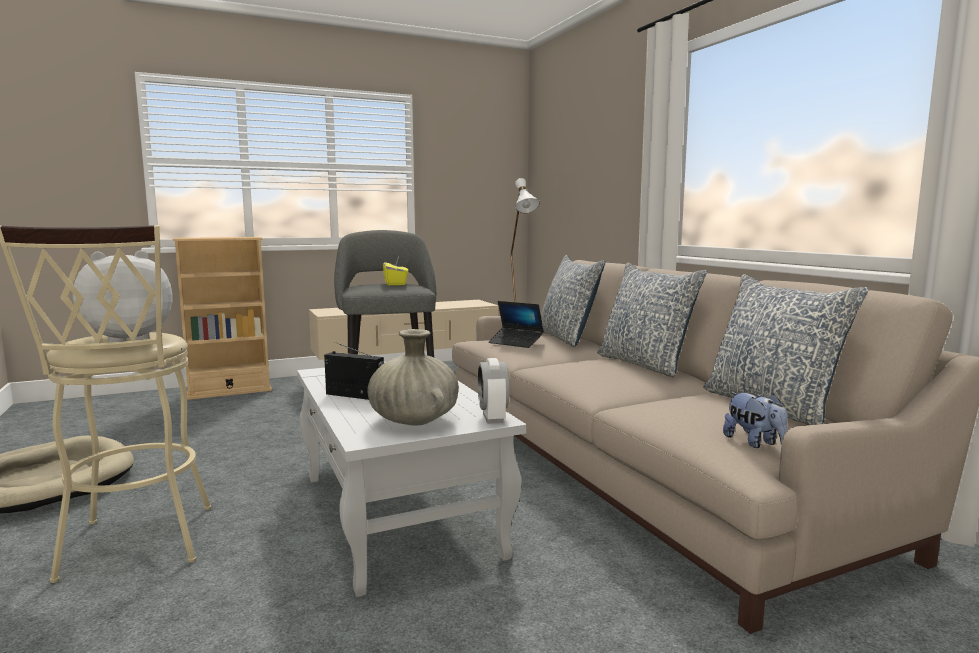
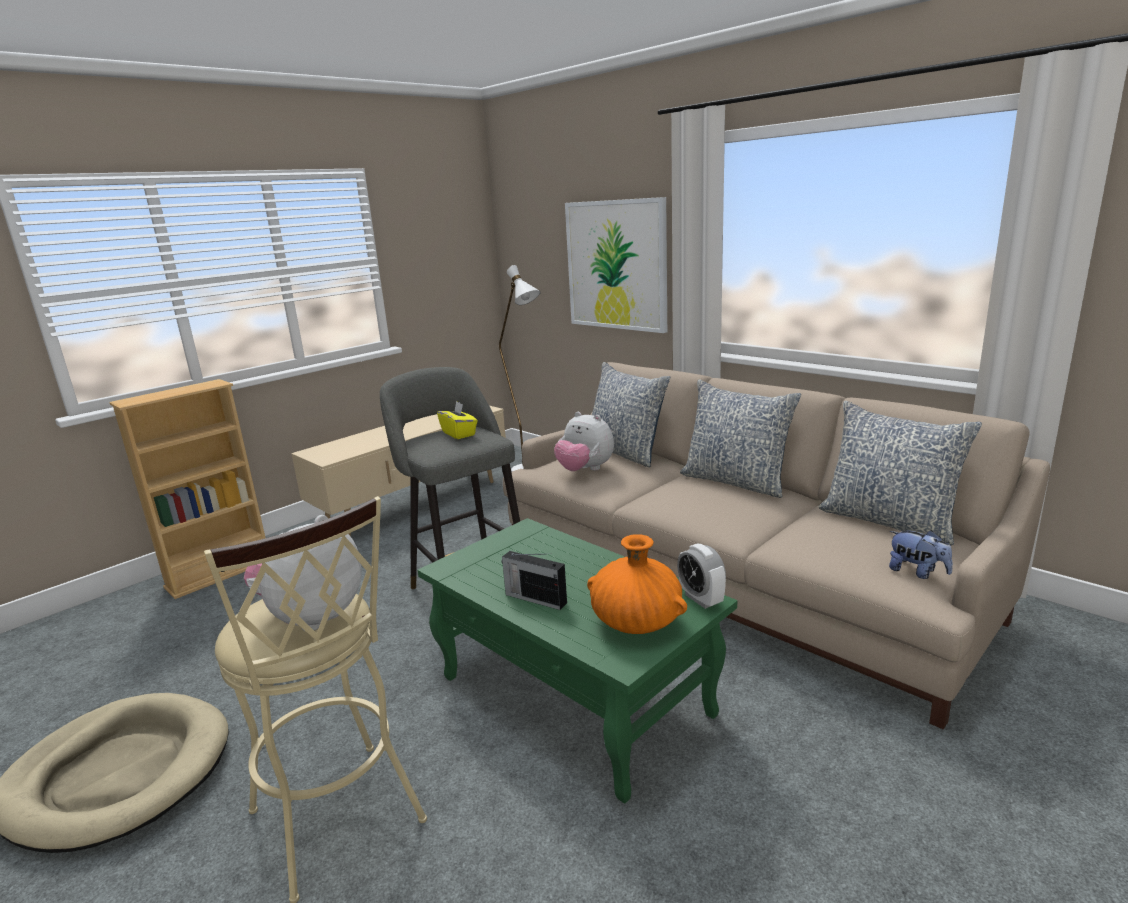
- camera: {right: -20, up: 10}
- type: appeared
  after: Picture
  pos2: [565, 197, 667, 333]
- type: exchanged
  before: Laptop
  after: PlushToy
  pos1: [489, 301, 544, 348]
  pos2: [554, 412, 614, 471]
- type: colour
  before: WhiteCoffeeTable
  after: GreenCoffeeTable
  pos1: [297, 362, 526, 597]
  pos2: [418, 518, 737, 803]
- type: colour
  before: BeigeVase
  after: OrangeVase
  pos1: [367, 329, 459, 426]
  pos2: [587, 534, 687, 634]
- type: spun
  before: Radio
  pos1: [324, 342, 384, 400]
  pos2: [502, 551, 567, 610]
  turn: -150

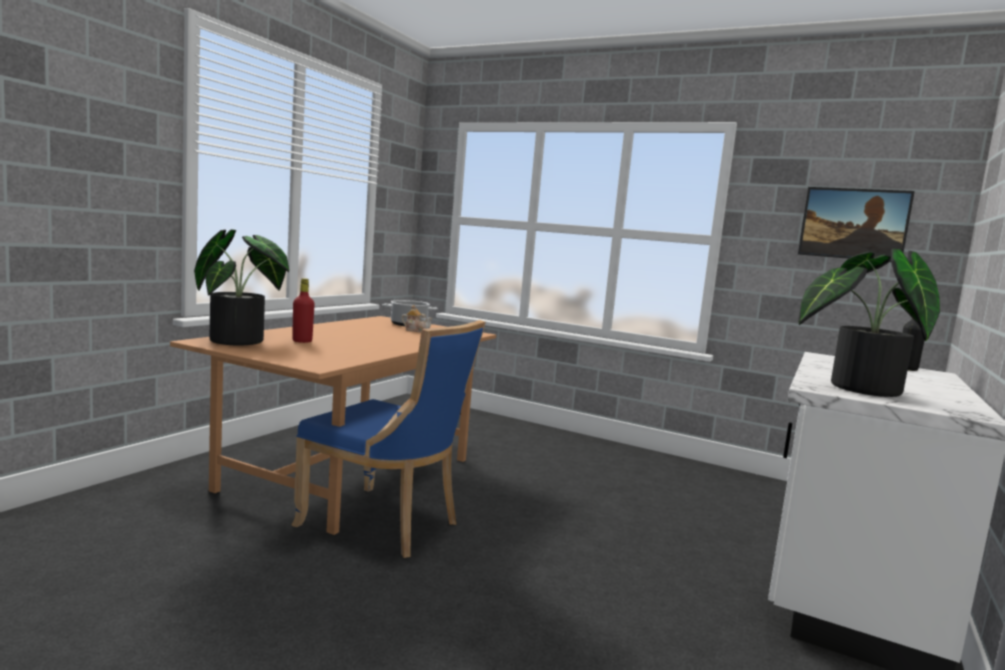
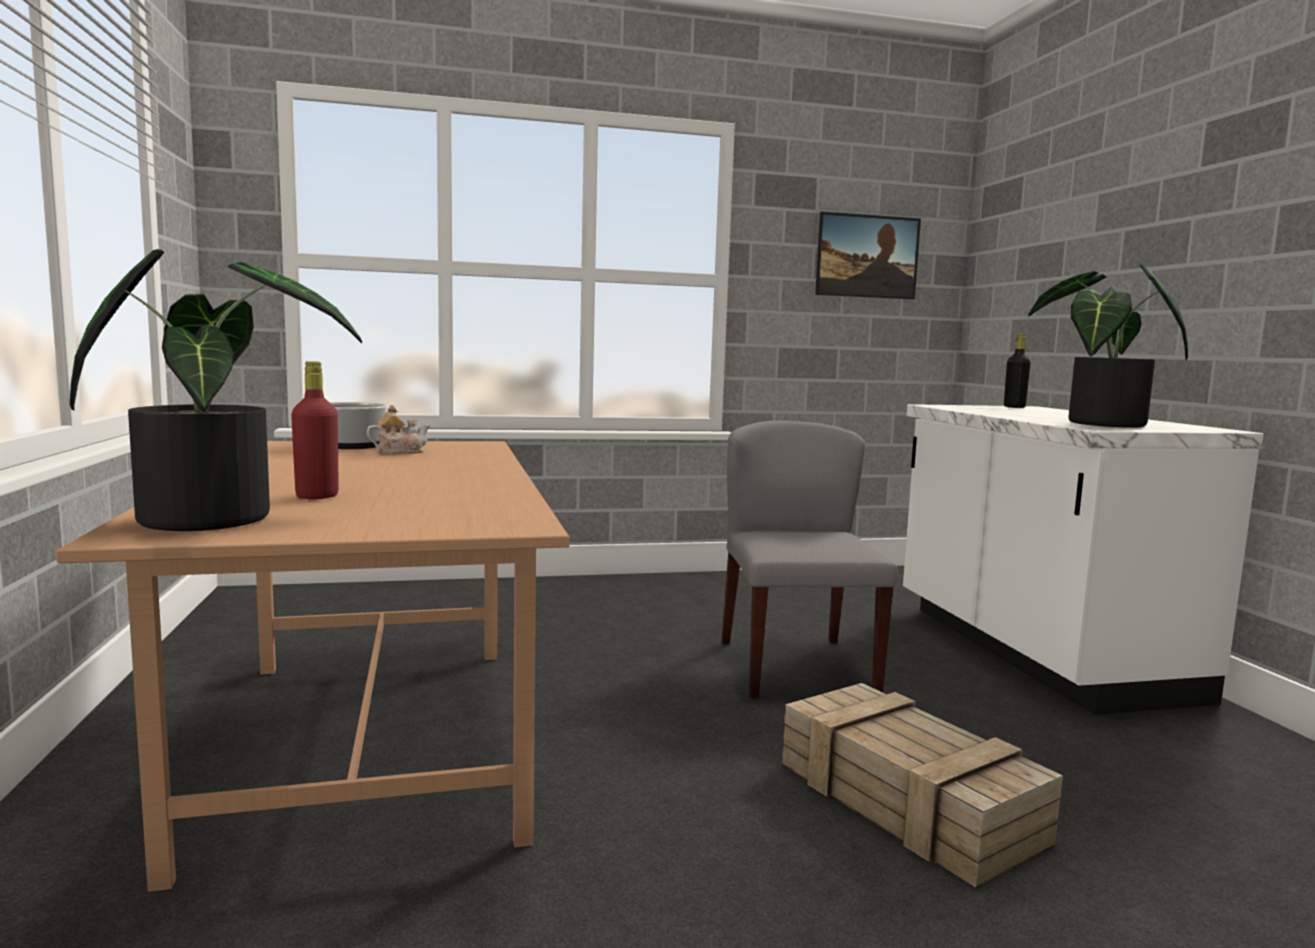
- camera: {right: -40, up: 0}
- type: missing
  before: BlueChair
  pos1: [291, 320, 486, 558]
- type: appeared
  after: GreyChair
  pos2: [721, 421, 897, 698]
- type: appeared
  after: Crate
  pos2: [782, 683, 1063, 888]

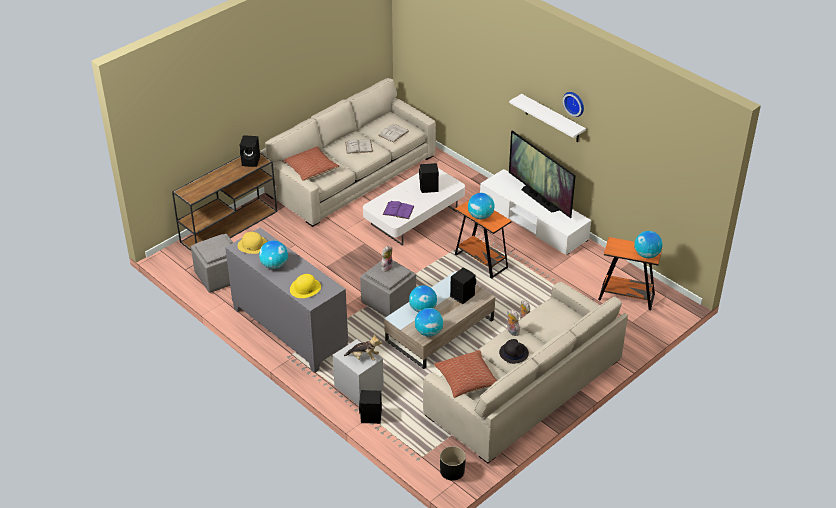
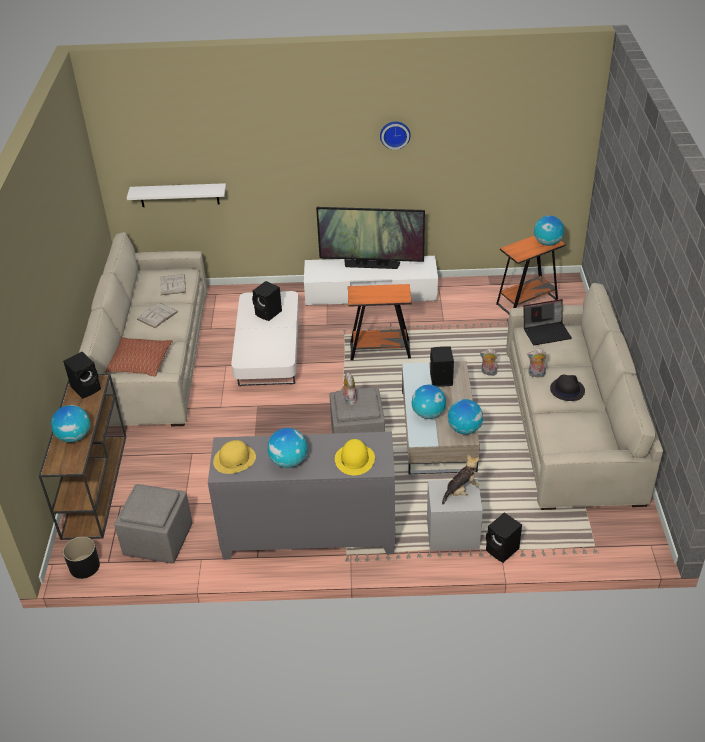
- camera: {right: -45, up: 0}
- type: missing
  before: PurpleBook
  pos1: [383, 201, 414, 219]
- type: missing
  before: Pillow
  pos1: [434, 350, 497, 398]
- type: appeared
  after: Laptop
  pos2: [523, 299, 572, 345]
- type: relocated
  before: BlackPlanter
  pos1: [440, 446, 466, 481]
  pos2: [63, 537, 100, 579]
- type: relocated
  before: Globe
  pos1: [468, 193, 495, 219]
  pos2: [51, 405, 90, 442]
- type: relocated
  before: WhiteShelf
  pos1: [509, 94, 586, 142]
  pos2: [127, 183, 226, 207]

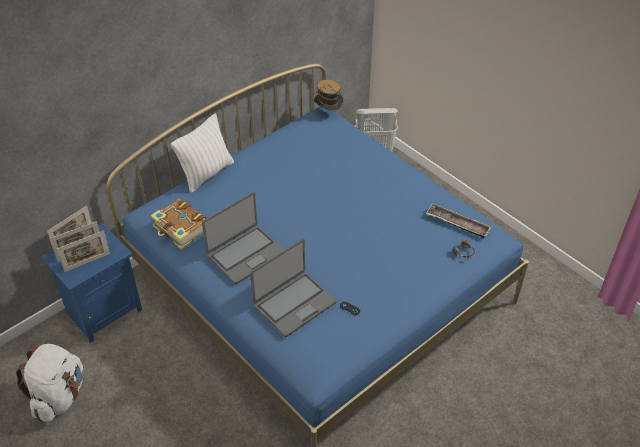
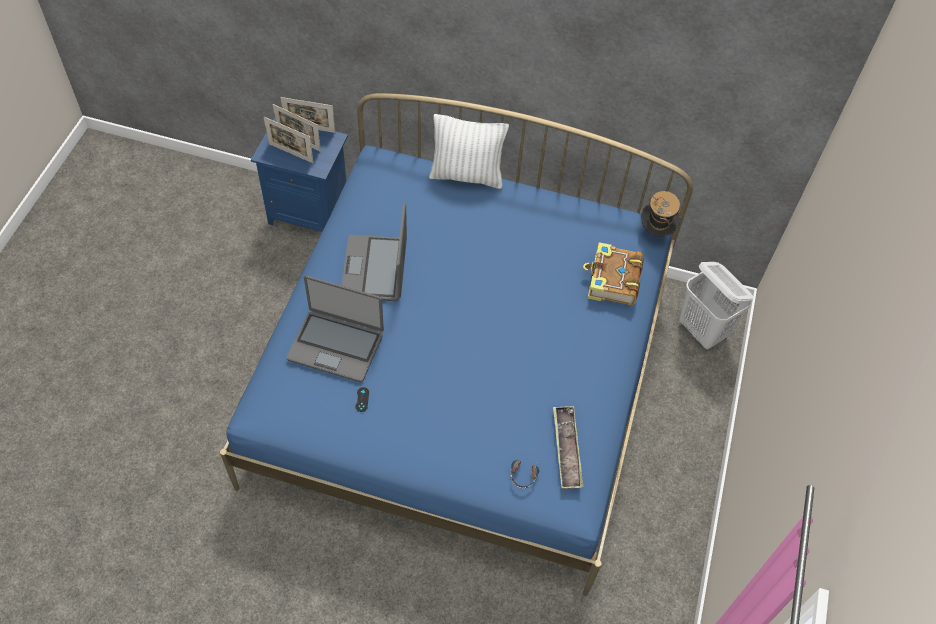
- camera: {right: 55, up: 10}
- type: missing
  before: WhiteBackpack
  pos1: [16, 344, 83, 422]
- type: relocated
  before: Book
  pos1: [150, 199, 207, 250]
  pos2: [583, 242, 644, 306]
- type: spun
  before: Laptop
  pos1: [202, 192, 285, 284]
  pos2: [342, 203, 407, 301]
  turn: 75

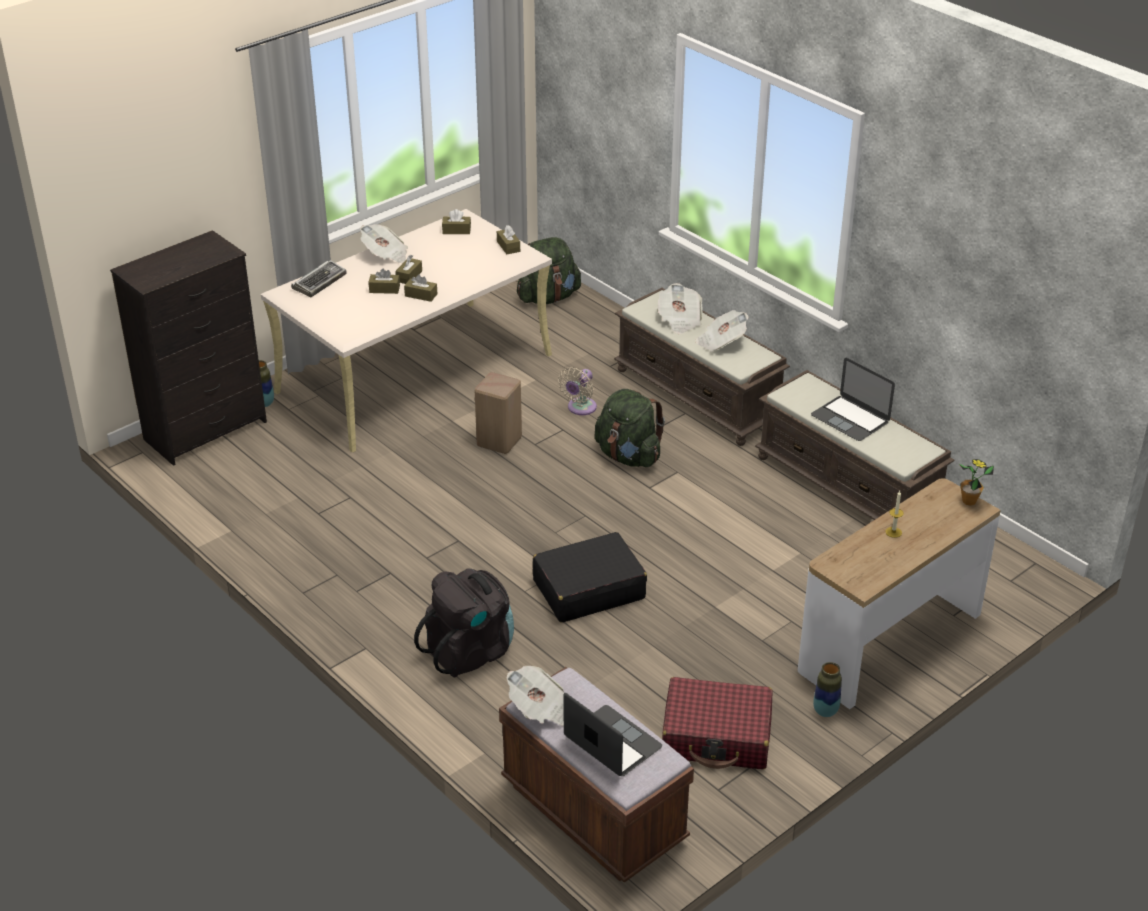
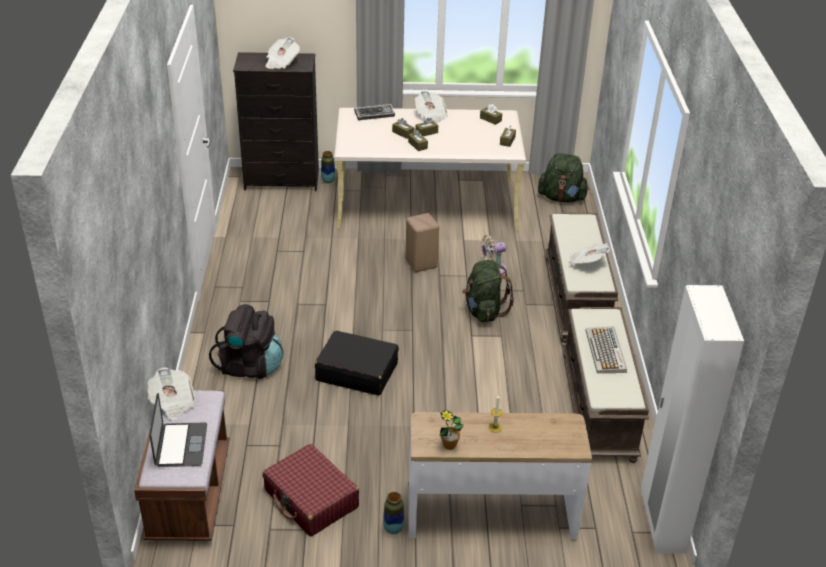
- camera: {right: 40, up: 0}
- type: appeared
  after: WhiteWardrobe
  pos2: [641, 285, 744, 554]
- type: relocated
  before: Newspaper
  pos1: [657, 283, 703, 334]
  pos2: [265, 37, 300, 69]
- type: relocated
  before: PottedPlant
  pos1: [958, 459, 994, 506]
  pos2: [439, 410, 464, 450]
- type: exchanged
  before: Laptop
  after: Keyboard
  pos1: [811, 358, 895, 441]
  pos2: [586, 326, 627, 373]

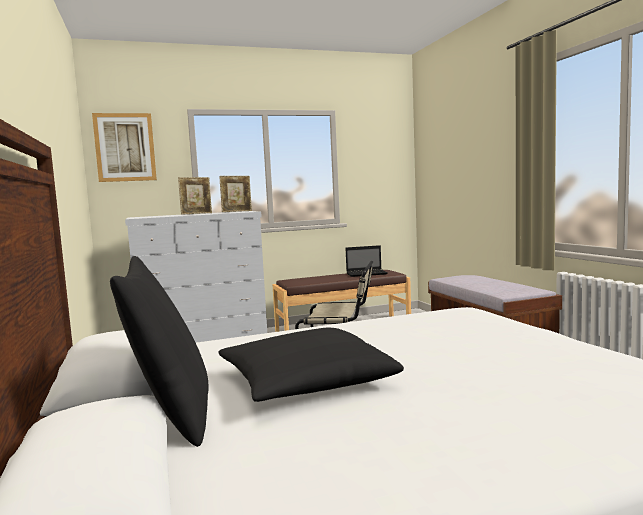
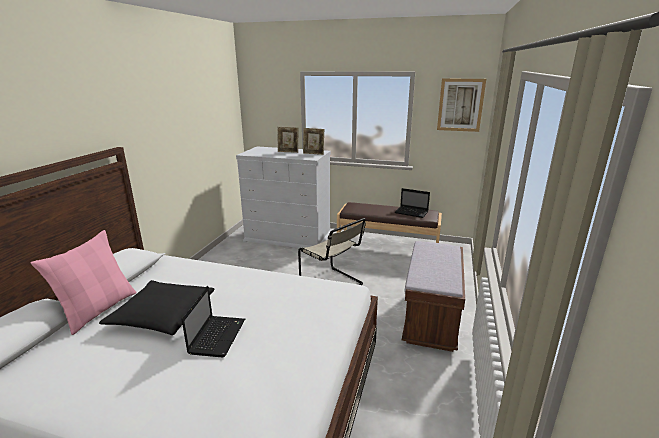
- camera: {right: 35, up: 15}
- type: appeared
  after: Laptop
  pos2: [181, 286, 245, 357]
- type: relocated
  before: Picture
  pos1: [92, 113, 157, 182]
  pos2: [437, 78, 486, 132]
- type: colour
  before: BlackPillow
  after: PinkPillow
  pos1: [110, 256, 208, 447]
  pos2: [31, 230, 136, 335]

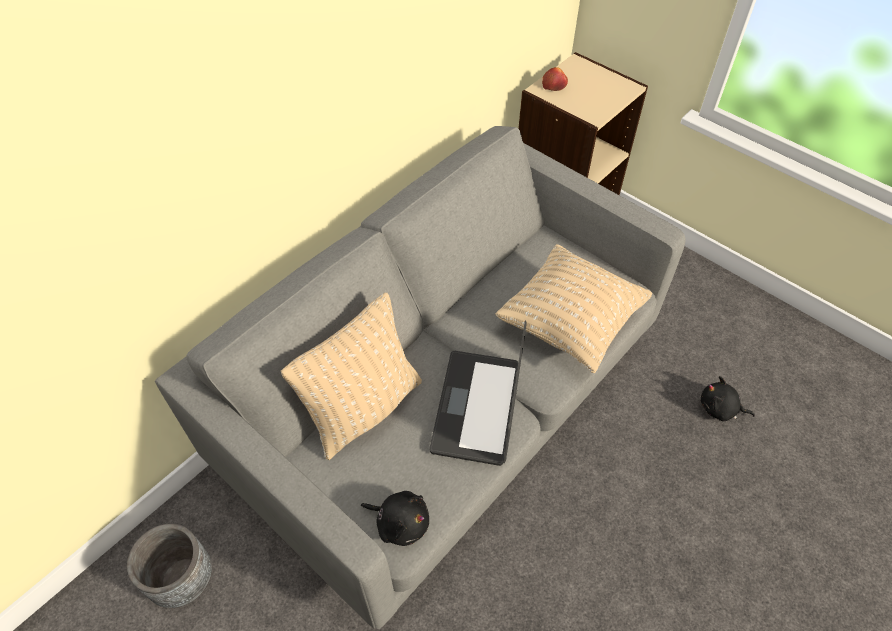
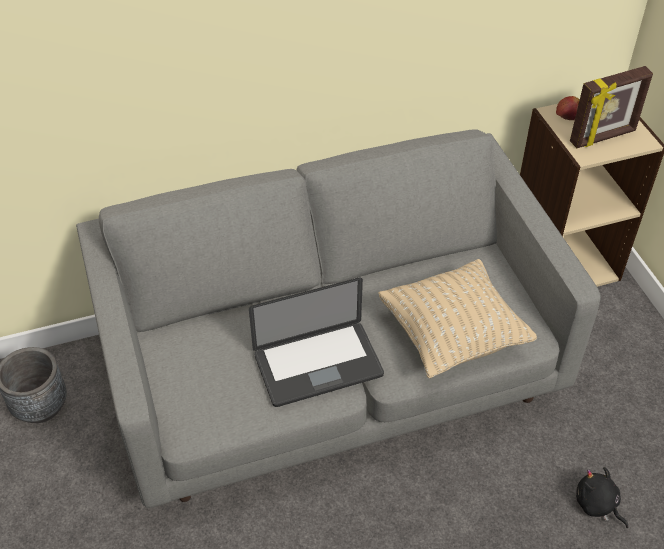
- camera: {right: 30, up: -5}
- type: missing
  before: BeigePillow
  pos1: [281, 292, 422, 460]
- type: missing
  before: BlackPlushToy
  pos1: [361, 491, 429, 546]
- type: appeared
  after: PictureFrame
  pos2: [570, 66, 653, 148]
- type: spun
  before: Laptop
  pos1: [430, 320, 527, 466]
  pos2: [249, 277, 384, 407]
  turn: -150

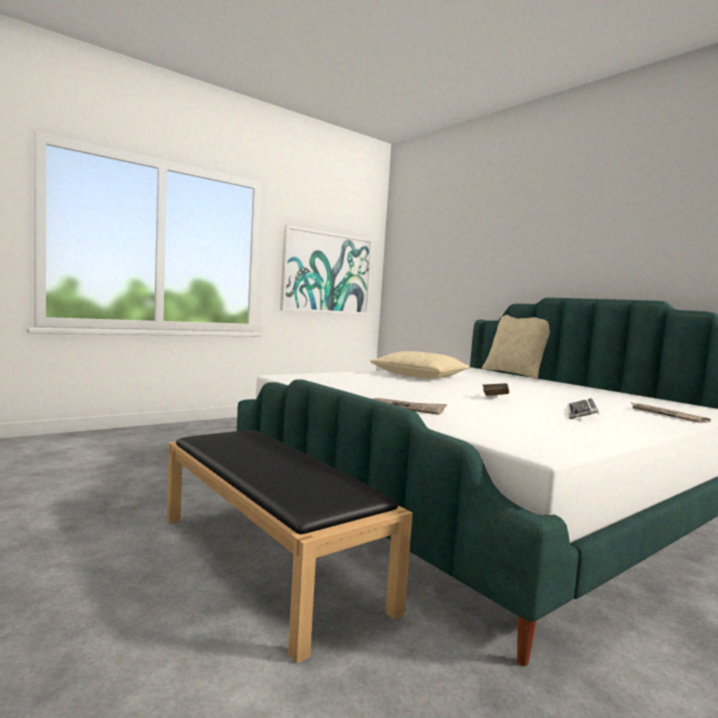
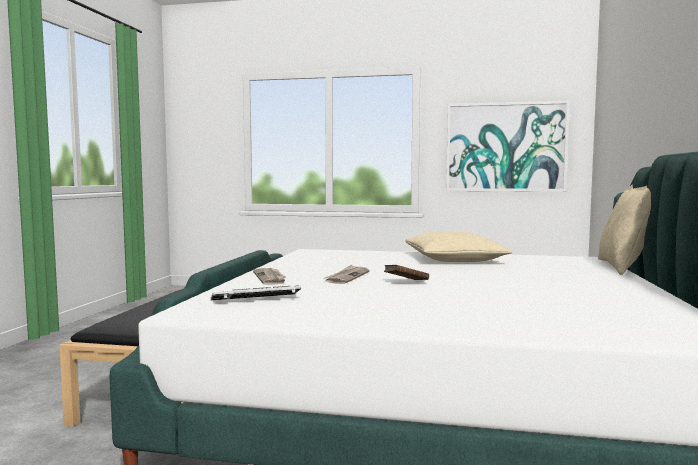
- camera: {right: 50, up: 0}
- type: relocated
  before: Keyboard
  pos1: [567, 398, 599, 419]
  pos2: [211, 285, 301, 300]
- type: relocated
  before: Newspaper
  pos1: [630, 402, 711, 423]
  pos2: [323, 265, 370, 284]

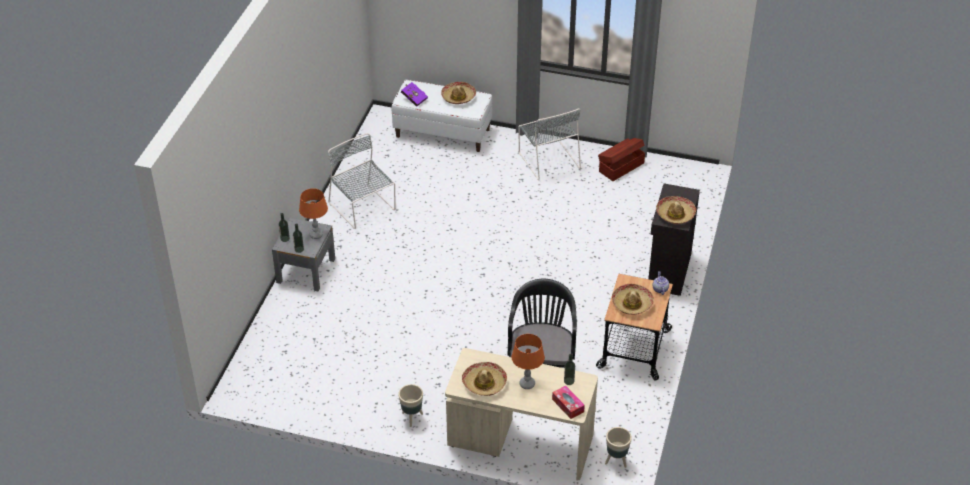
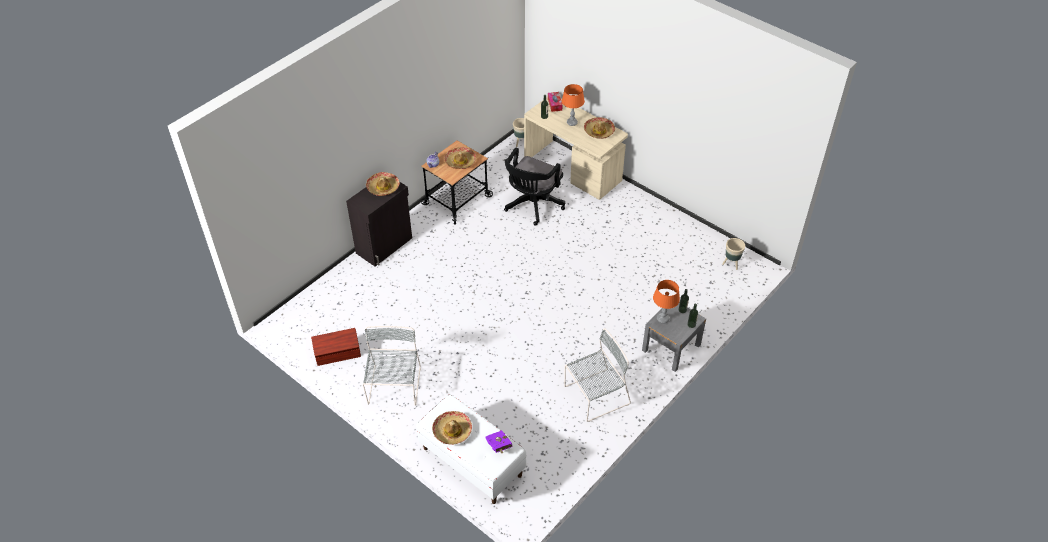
- camera: {right: -155, up: 5}
- type: relocated
  before: BeigePlanter
  pos1: [398, 384, 423, 427]
  pos2: [722, 238, 745, 270]
- type: spun
  before: GreyChair
  pos1: [328, 133, 396, 229]
  pos2: [564, 328, 631, 422]
  turn: -105

